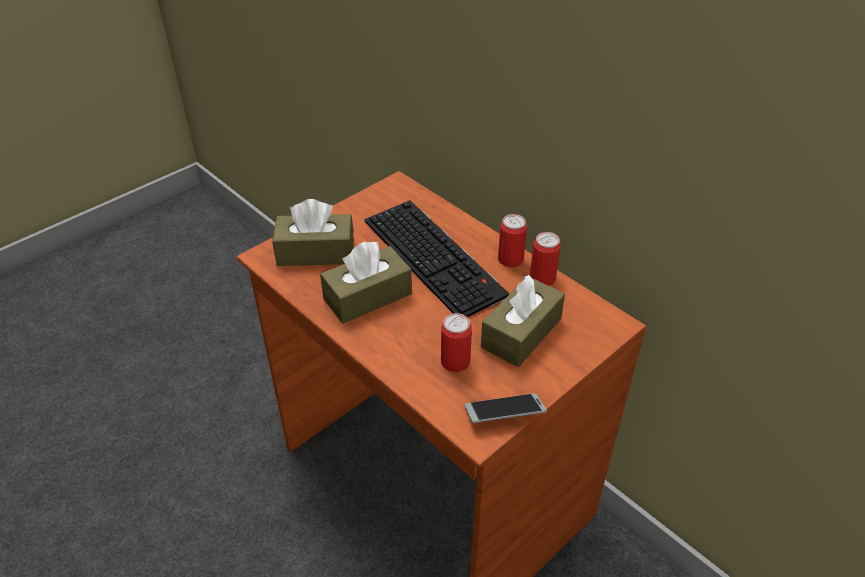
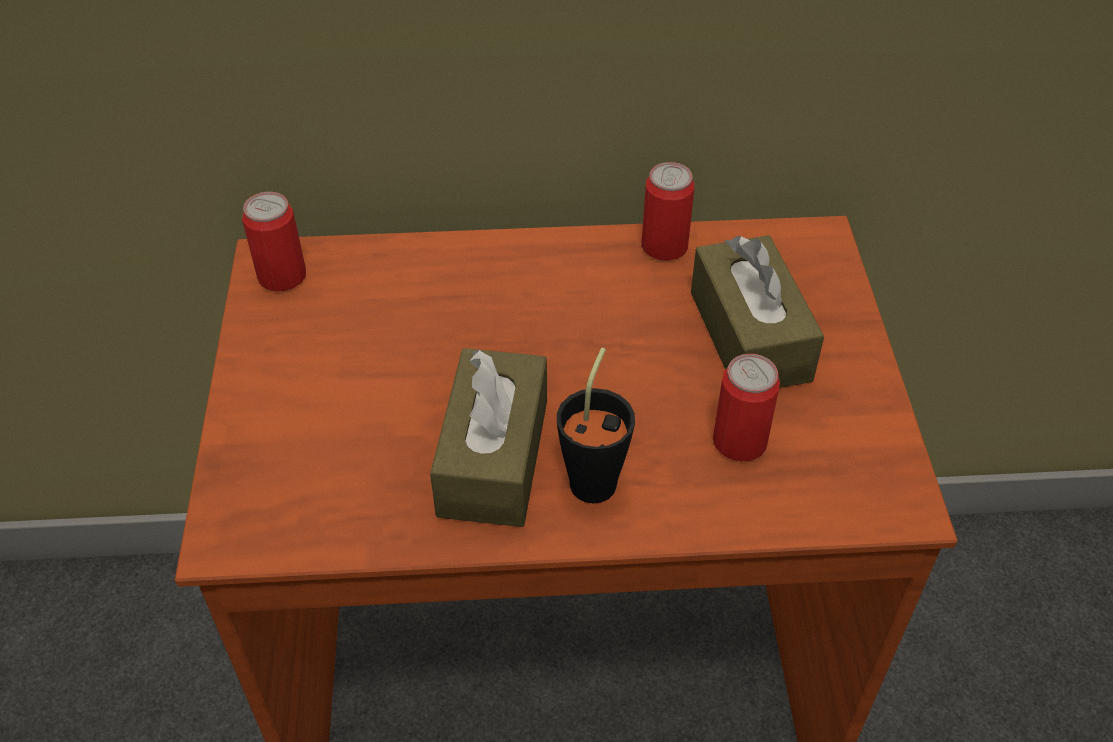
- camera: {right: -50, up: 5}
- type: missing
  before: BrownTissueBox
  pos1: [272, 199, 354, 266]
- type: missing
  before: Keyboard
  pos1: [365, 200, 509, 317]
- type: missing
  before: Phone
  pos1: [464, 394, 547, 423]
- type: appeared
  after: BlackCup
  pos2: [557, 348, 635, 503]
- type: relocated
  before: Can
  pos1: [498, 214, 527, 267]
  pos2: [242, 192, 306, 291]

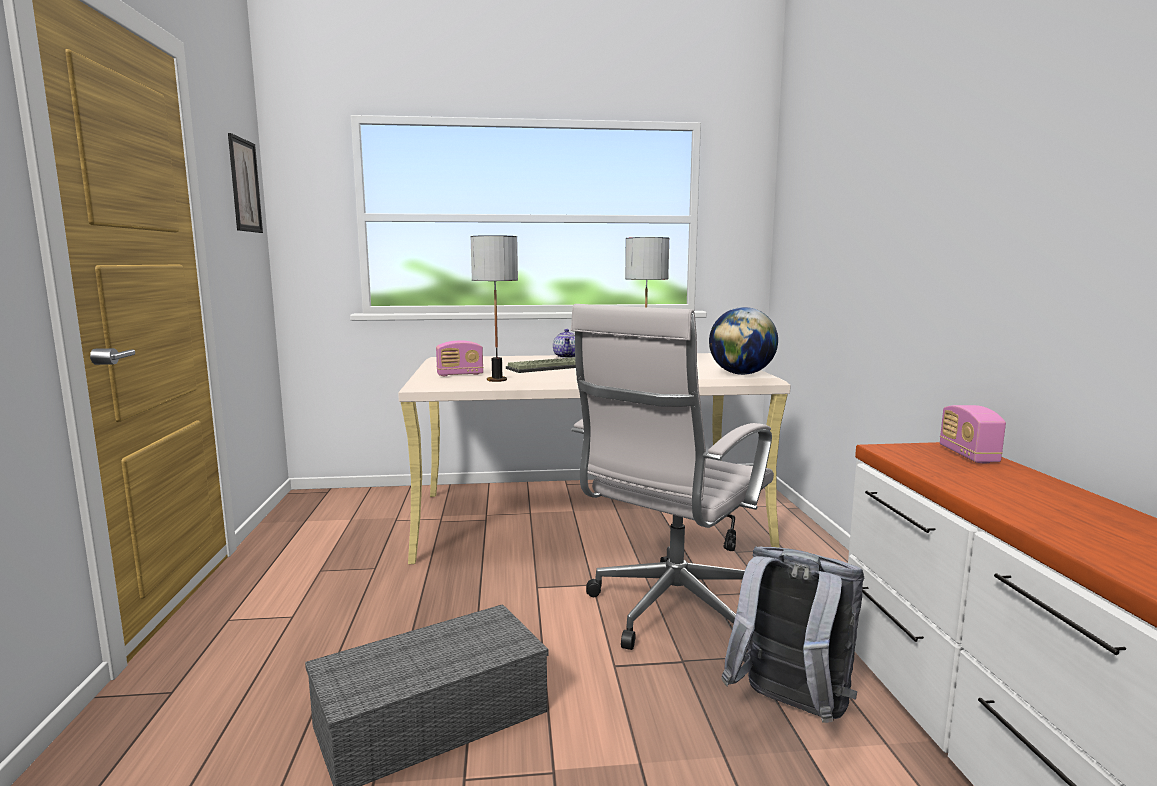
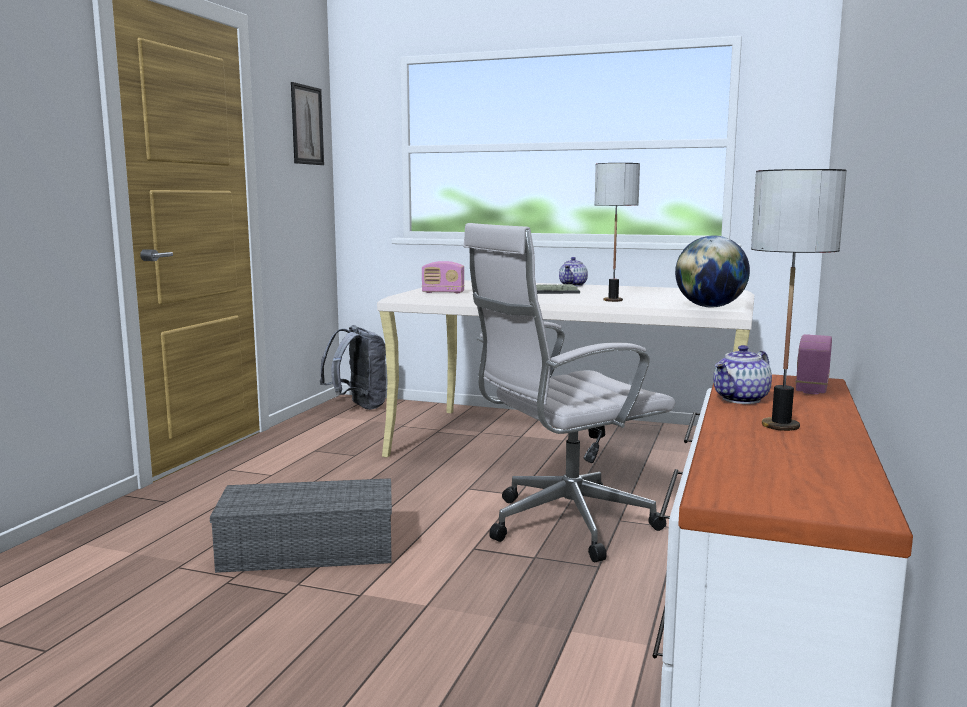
- camera: {right: 25, up: 0}
- type: appeared
  after: Teapot
  pos2: [713, 345, 772, 404]
- type: relocated
  before: TableLamp
  pos1: [471, 235, 518, 382]
  pos2: [751, 169, 847, 431]
- type: relocated
  before: GreyBackpack
  pos1: [721, 546, 864, 723]
  pos2: [320, 325, 386, 410]

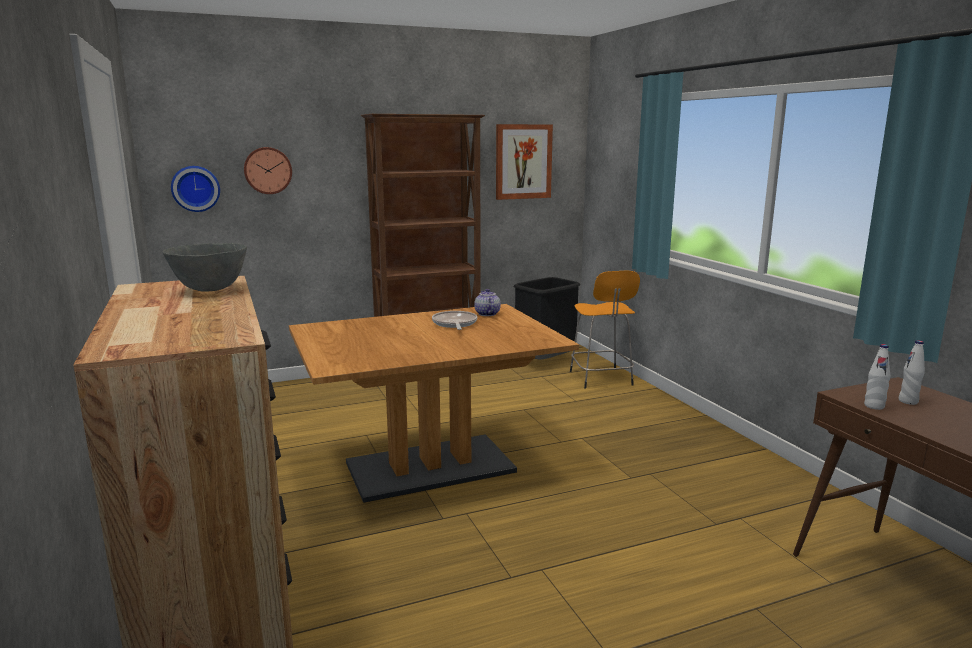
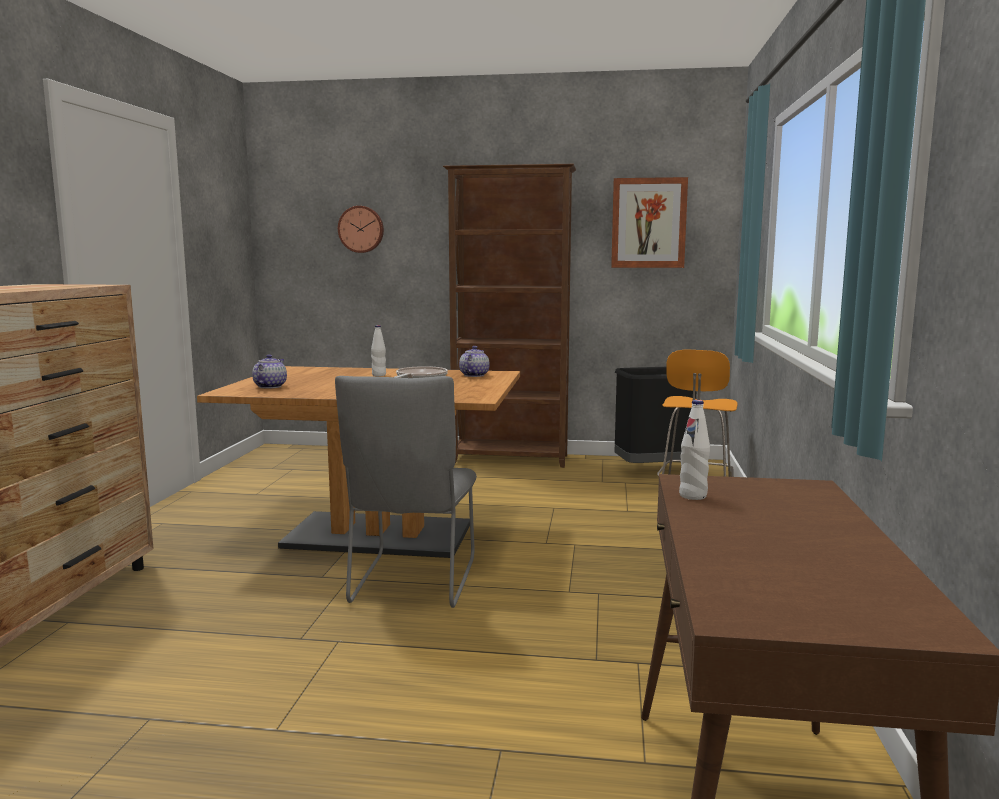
- camera: {right: 30, up: -5}
- type: missing
  before: GreyBowl
  pos1: [163, 243, 247, 292]
- type: missing
  before: WallClock
  pos1: [171, 166, 220, 212]
- type: appeared
  after: Teapot
  pos2: [252, 354, 287, 389]
- type: appeared
  after: GreyChair
  pos2: [335, 376, 477, 608]
- type: relocated
  before: WhiteBottle
  pos1: [899, 340, 925, 405]
  pos2: [371, 325, 386, 376]

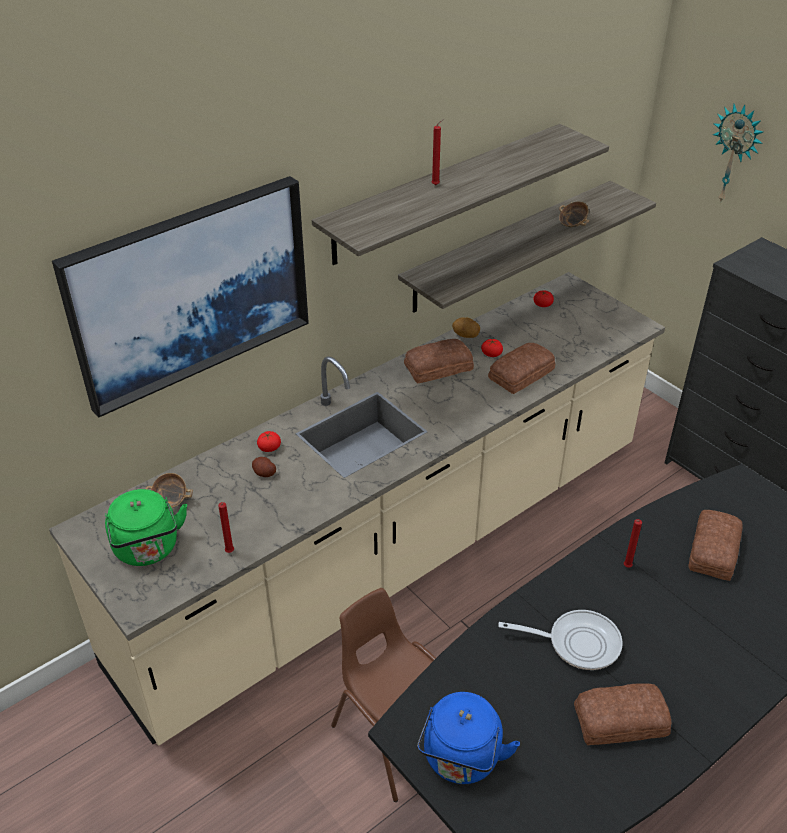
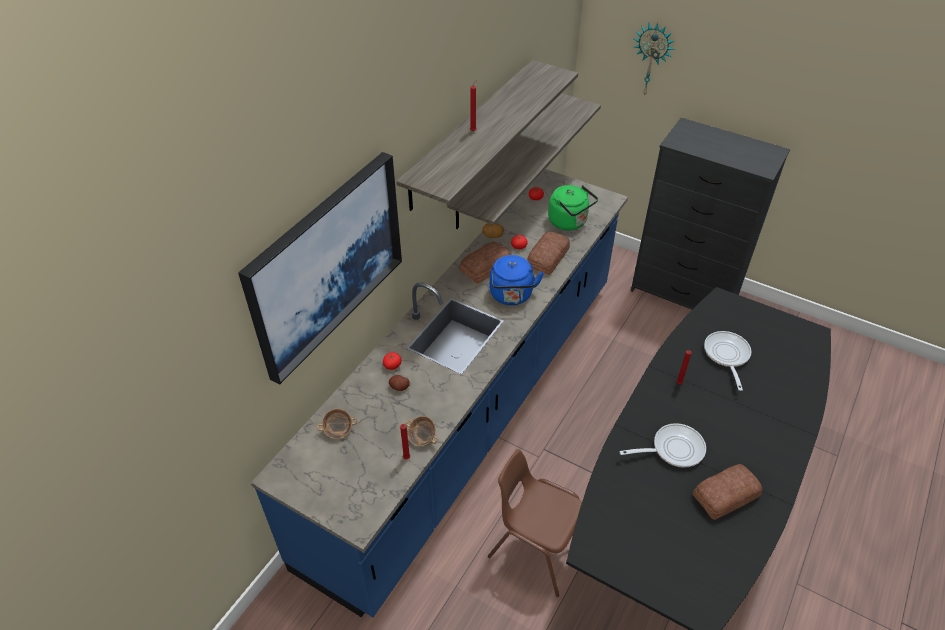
- camera: {right: -20, up: 5}
- type: relocated
  before: GreenKettle
  pos1: [105, 489, 187, 566]
  pos2: [548, 185, 598, 230]
- type: relocated
  before: BlueKettle
  pos1: [417, 692, 520, 784]
  pos2: [490, 255, 544, 305]
- type: relocated
  before: Bowl
  pos1: [559, 202, 589, 227]
  pos2: [406, 416, 439, 446]
- type: exchanged
  before: Bread
  after: FryingPan
  pos1: [688, 510, 742, 581]
  pos2: [704, 331, 751, 391]
- type: colour
  before: BeigeCounter
  after: BlueCounter
  pos1: [49, 272, 665, 746]
  pos2: [251, 169, 628, 618]

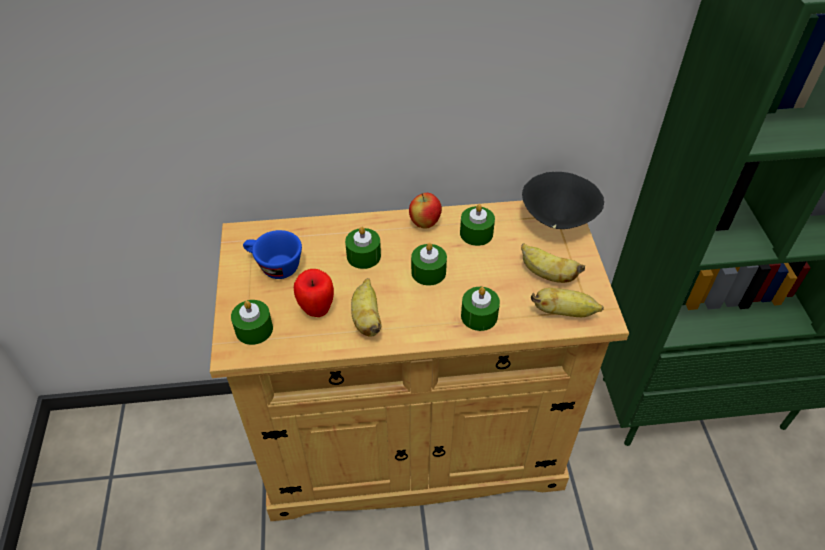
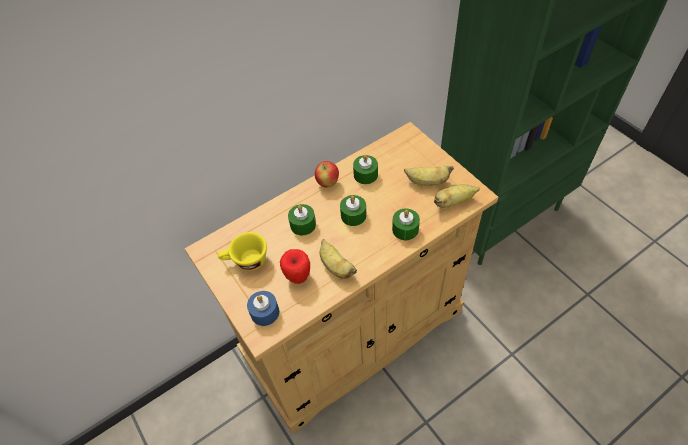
- camera: {right: -25, up: 5}
- type: missing
  before: BlackBowl
  pos1: [522, 172, 604, 229]
- type: colour
  before: GreenCandle
  after: BlueCandle
  pos1: [231, 300, 273, 345]
  pos2: [247, 291, 279, 326]
- type: colour
  before: BlueCup
  after: YellowCup
  pos1: [243, 230, 302, 279]
  pos2: [218, 232, 267, 271]

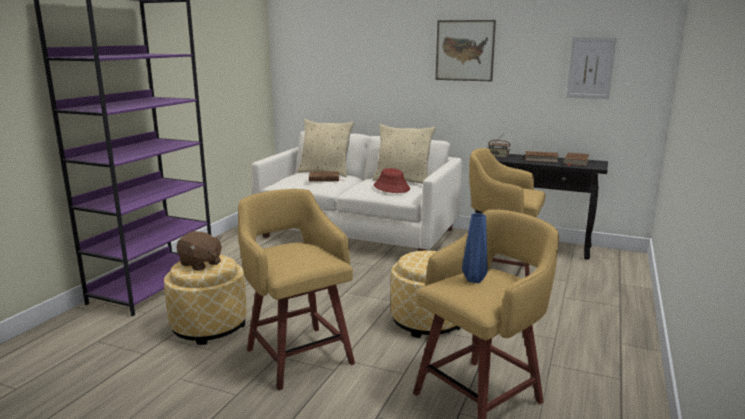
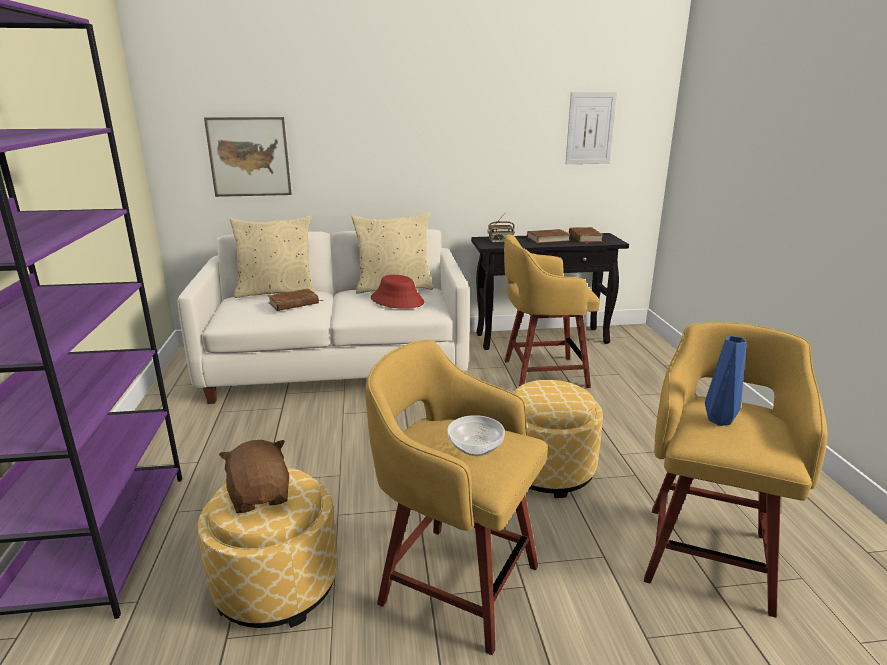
- camera: {right: -30, up: 5}
- type: appeared
  after: Bowl
  pos2: [448, 415, 505, 456]
- type: relocated
  before: Picture
  pos1: [436, 20, 496, 81]
  pos2: [204, 117, 292, 197]
- type: spun
  before: BrownPlushToy
  pos1: [177, 231, 222, 271]
  pos2: [219, 440, 289, 513]
  turn: -120

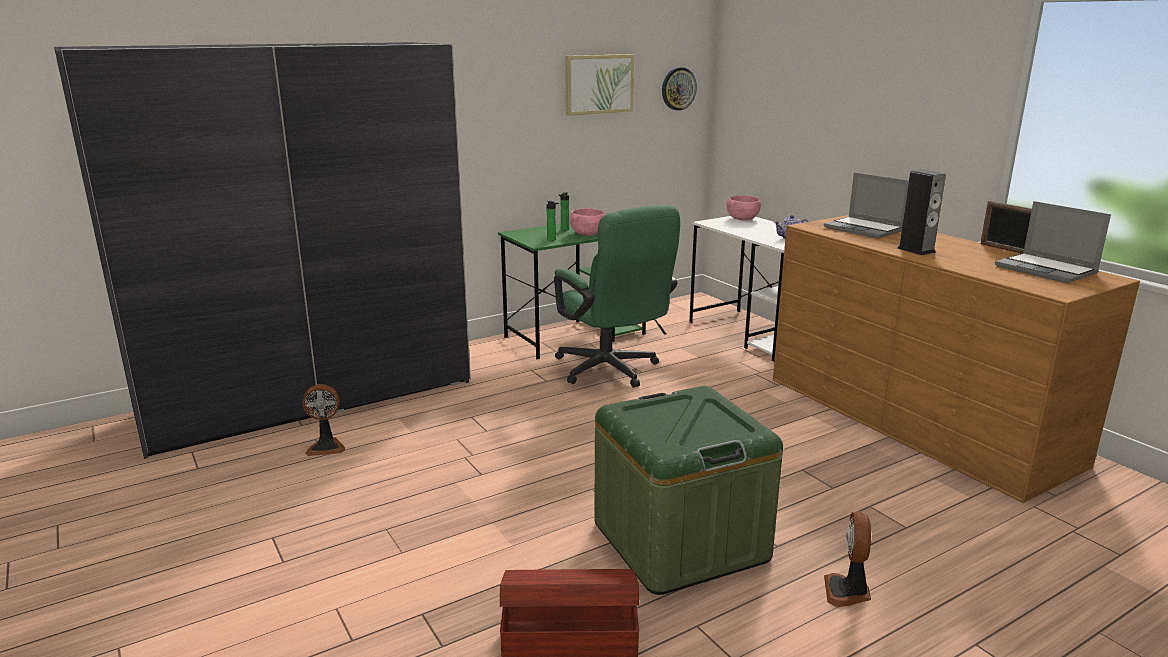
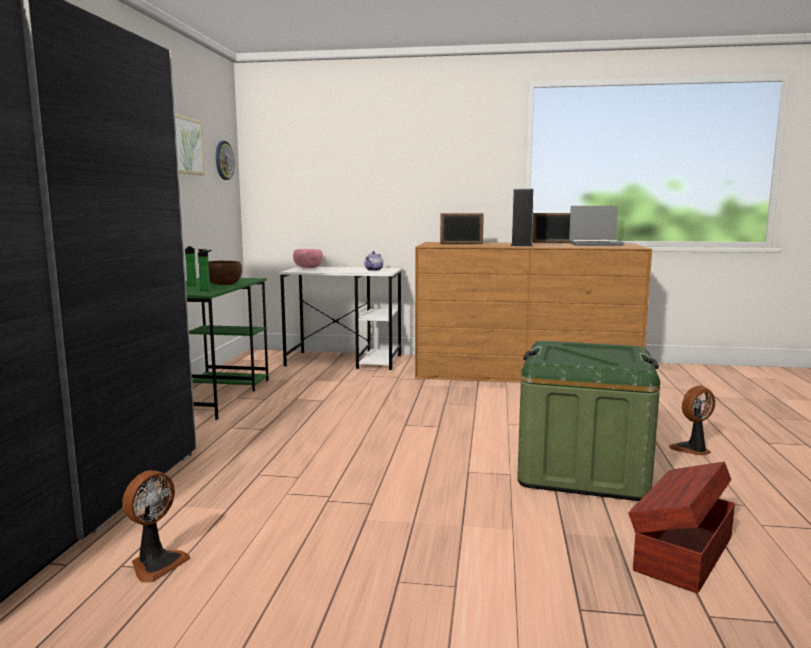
- camera: {right: -50, up: -10}
- type: missing
  before: GreenOfficeChair
  pos1: [554, 206, 680, 388]
- type: exchanged
  before: Laptop
  after: PictureFrame
  pos1: [824, 172, 909, 239]
  pos2: [440, 213, 484, 244]
- type: colour
  before: PinkBowl
  after: BrownBowl
  pos1: [569, 208, 605, 236]
  pos2: [208, 261, 242, 285]
- type: spun
  before: Fan
  pos1: [824, 511, 871, 607]
  pos2: [669, 385, 715, 456]
  turn: 105

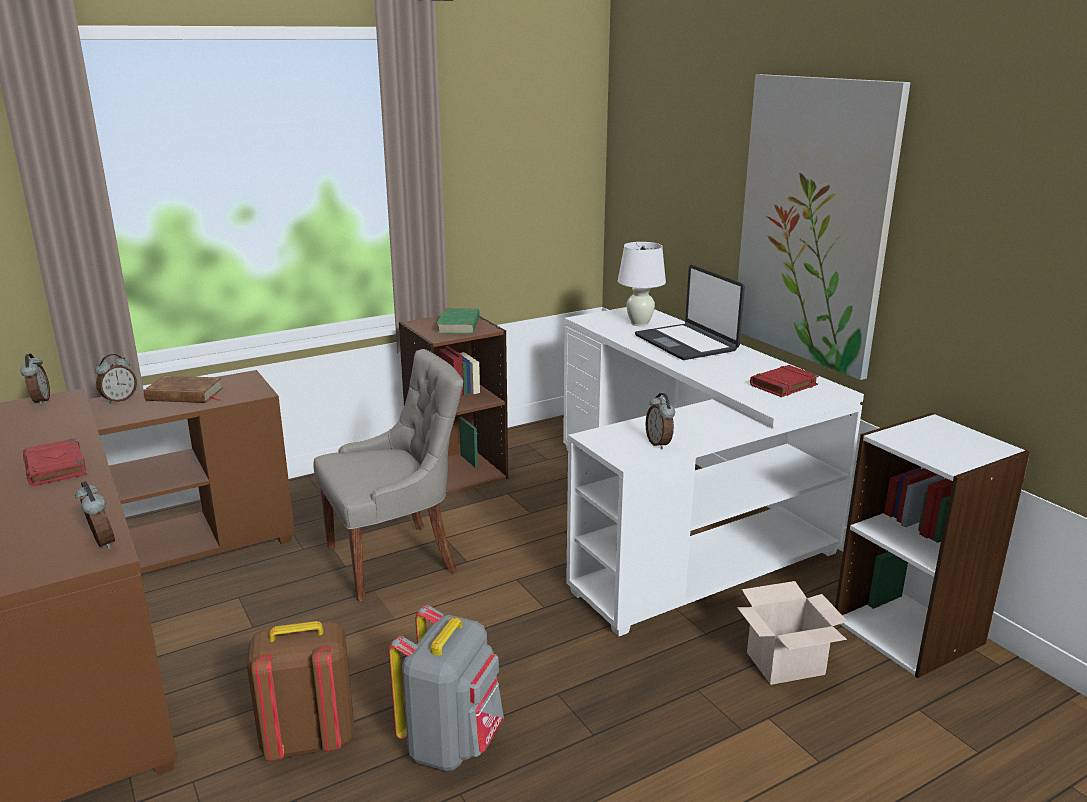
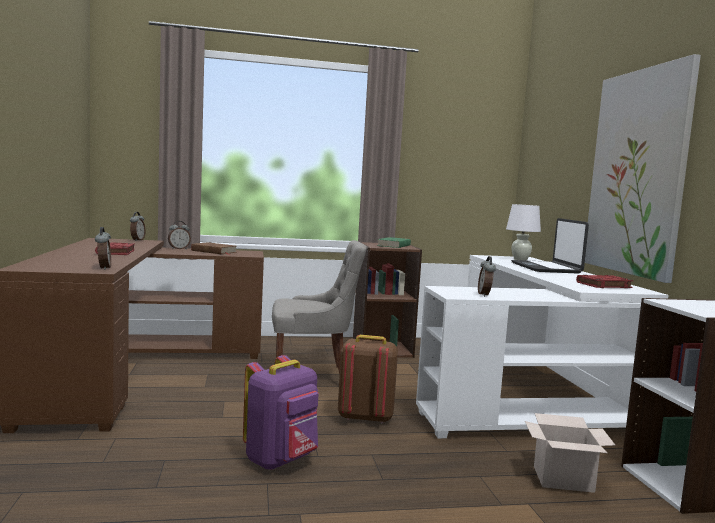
- camera: {right: 20, up: -15}
- type: relocated
  before: BrownBackpack
  pos1: [247, 621, 354, 762]
  pos2: [338, 335, 398, 424]
- type: colour
  before: GreyBackpack
  after: PurpleBackpack
  pos1: [389, 605, 504, 771]
  pos2: [243, 355, 319, 470]

